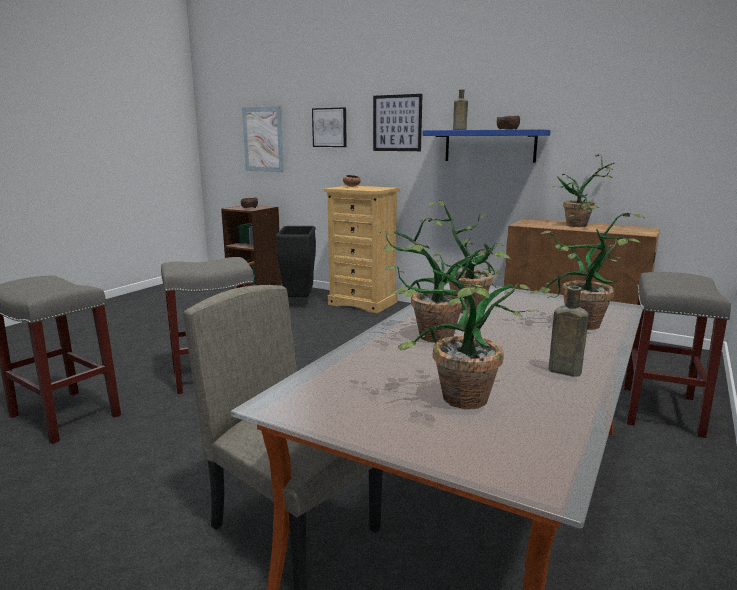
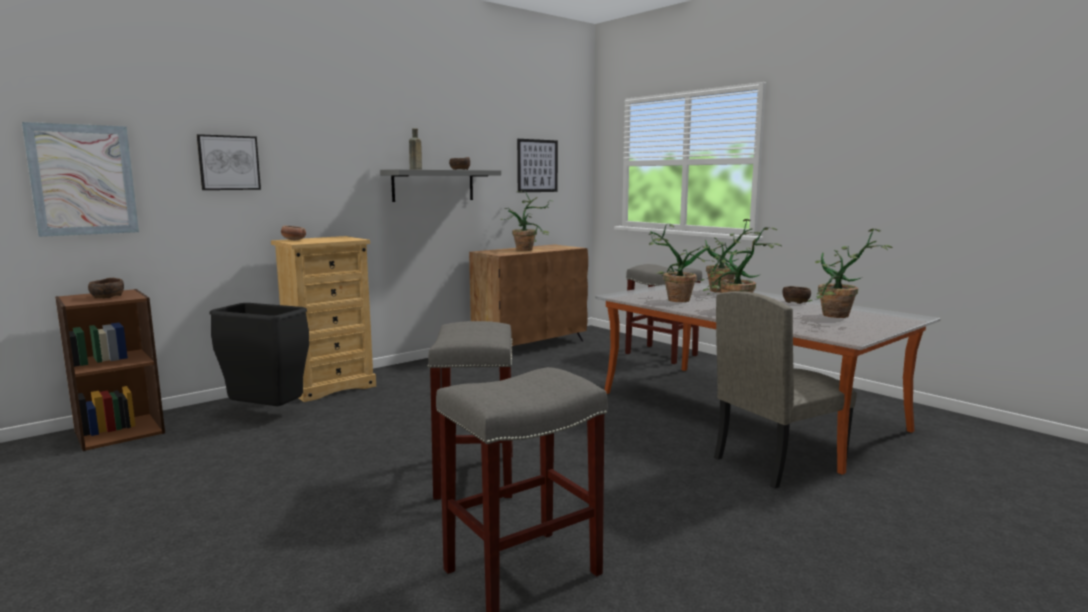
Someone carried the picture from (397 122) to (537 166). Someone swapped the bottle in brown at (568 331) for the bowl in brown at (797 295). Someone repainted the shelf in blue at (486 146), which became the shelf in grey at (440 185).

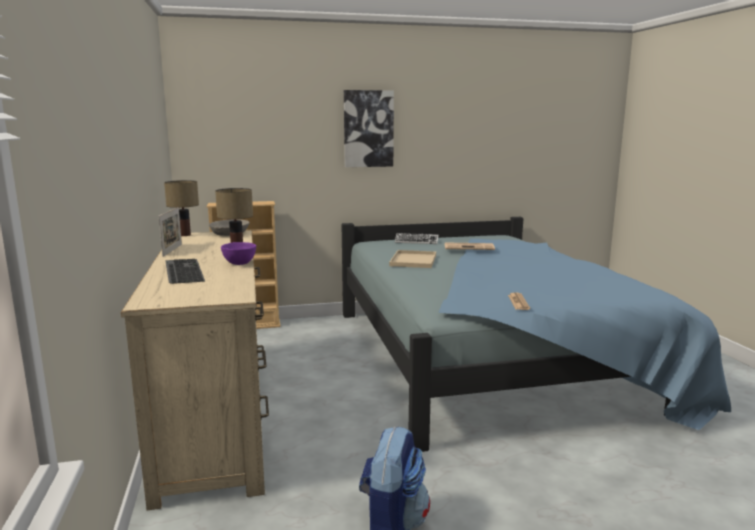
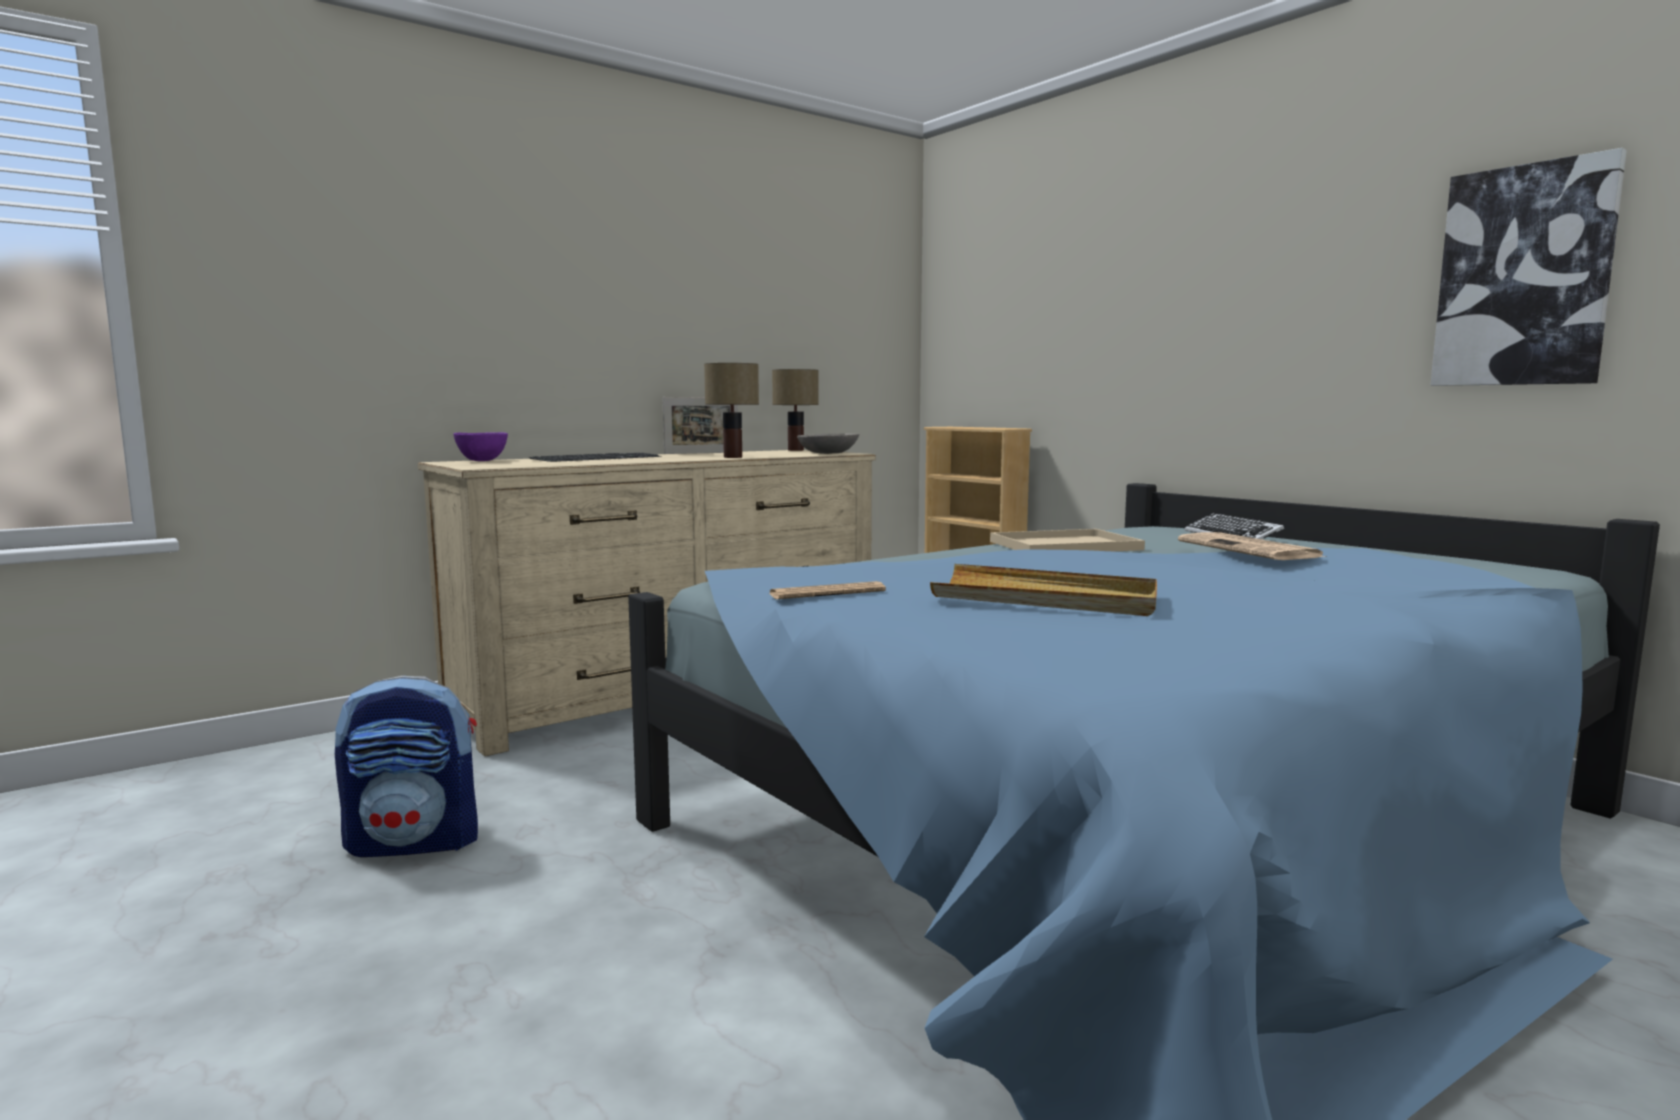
Someone put down the tray in beige at (1043 590). Someone carried the bowl in purple from (238 253) to (480 446). Someone carried the picture from (369 128) to (1528 267).

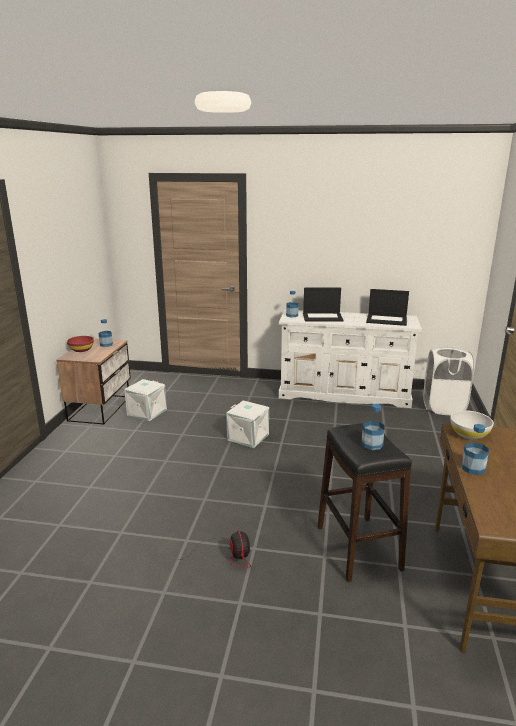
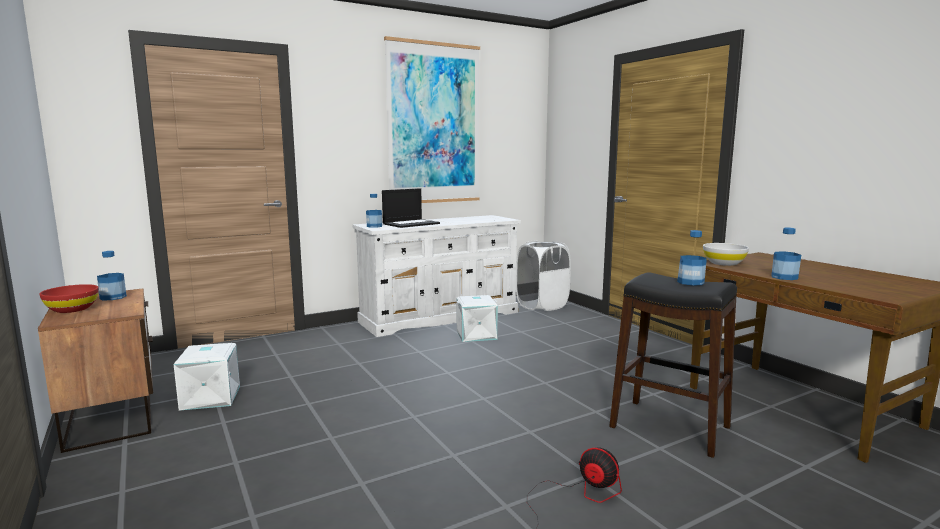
Someone took away the laptop at (387 307). Someone put up the picture at (432 119). Someone carried the storage box in white from (247 424) to (477 318).

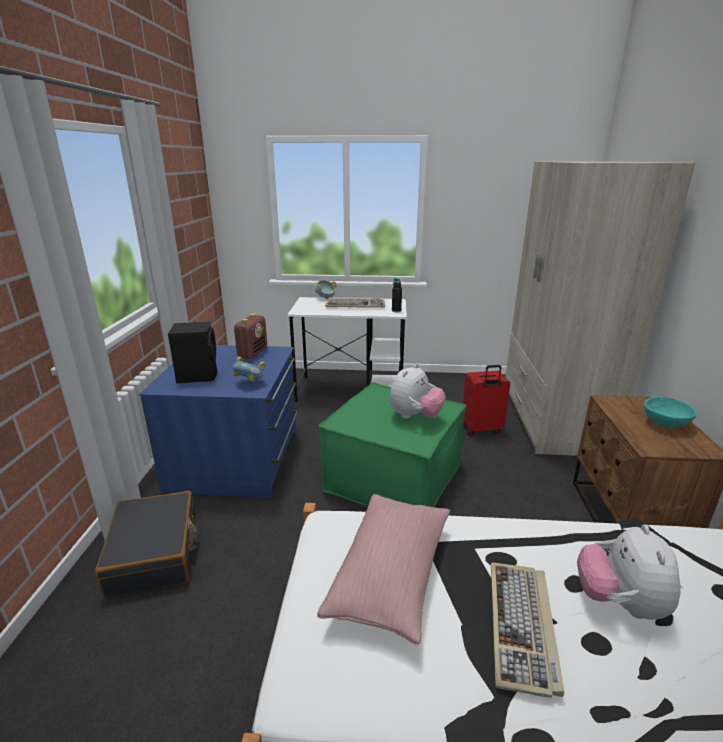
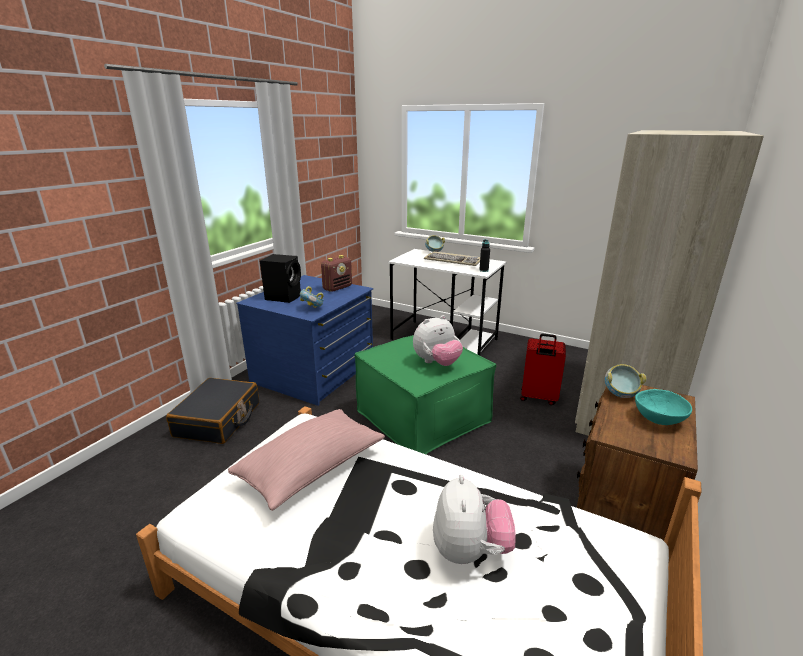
Someone took away the keyboard at (527 630). Someone put down the bowl at (625 381). Someone rotated the plush toy at (629 571) by 150 degrees clockwise.

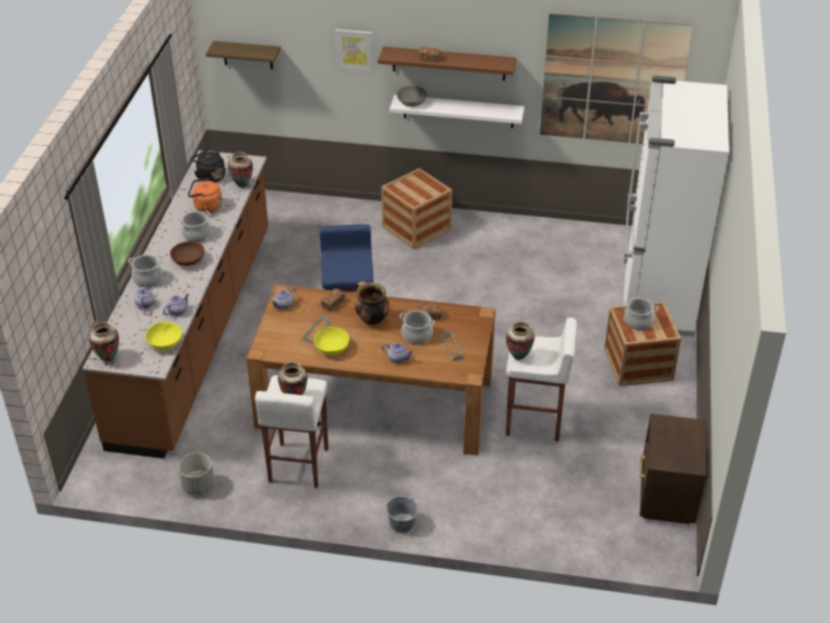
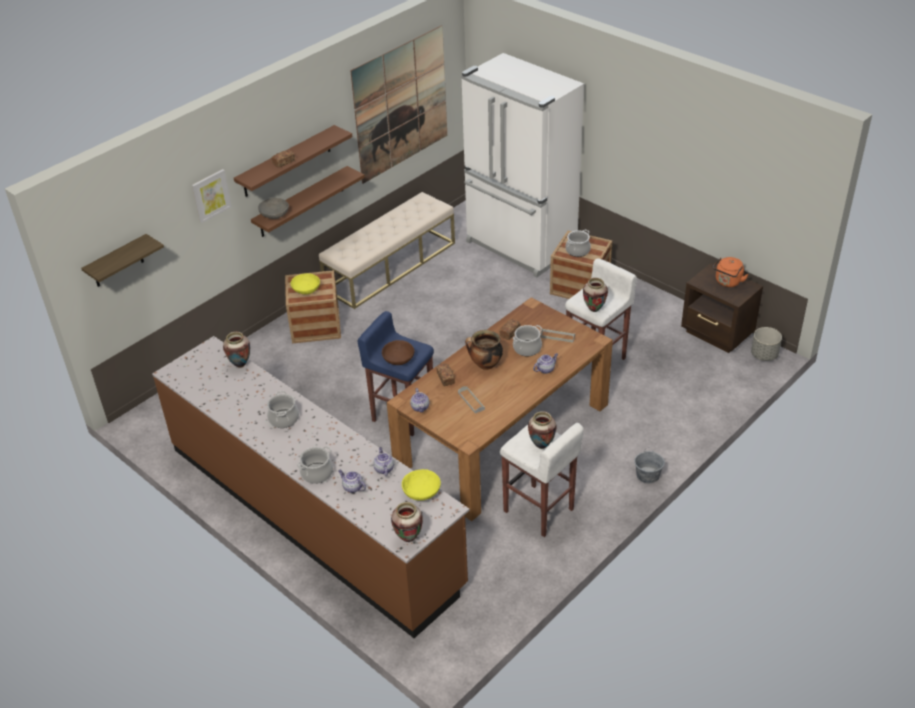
Someone took away the kettle in black at (207 165). Someone put down the bench in beige at (387 250). Someone carried the bowl in brown from (187 253) to (398 352). Someone carried the planter in grey from (196 474) to (766 344). Someone carried the kettle in orange from (205 195) to (731 272). Someone carried the bowl in yellow from (331 341) to (305 284). Someone repainted the shelf in white at (457 111), which became the shelf in brown at (308 201).

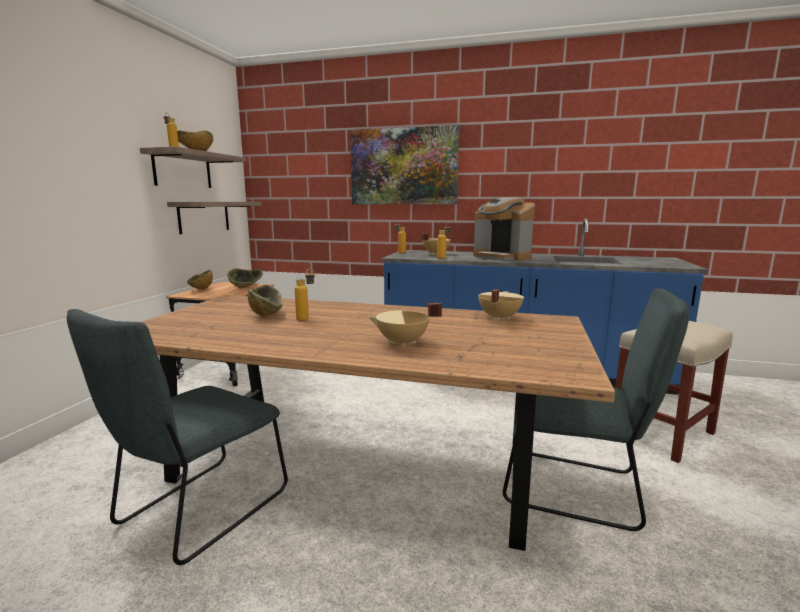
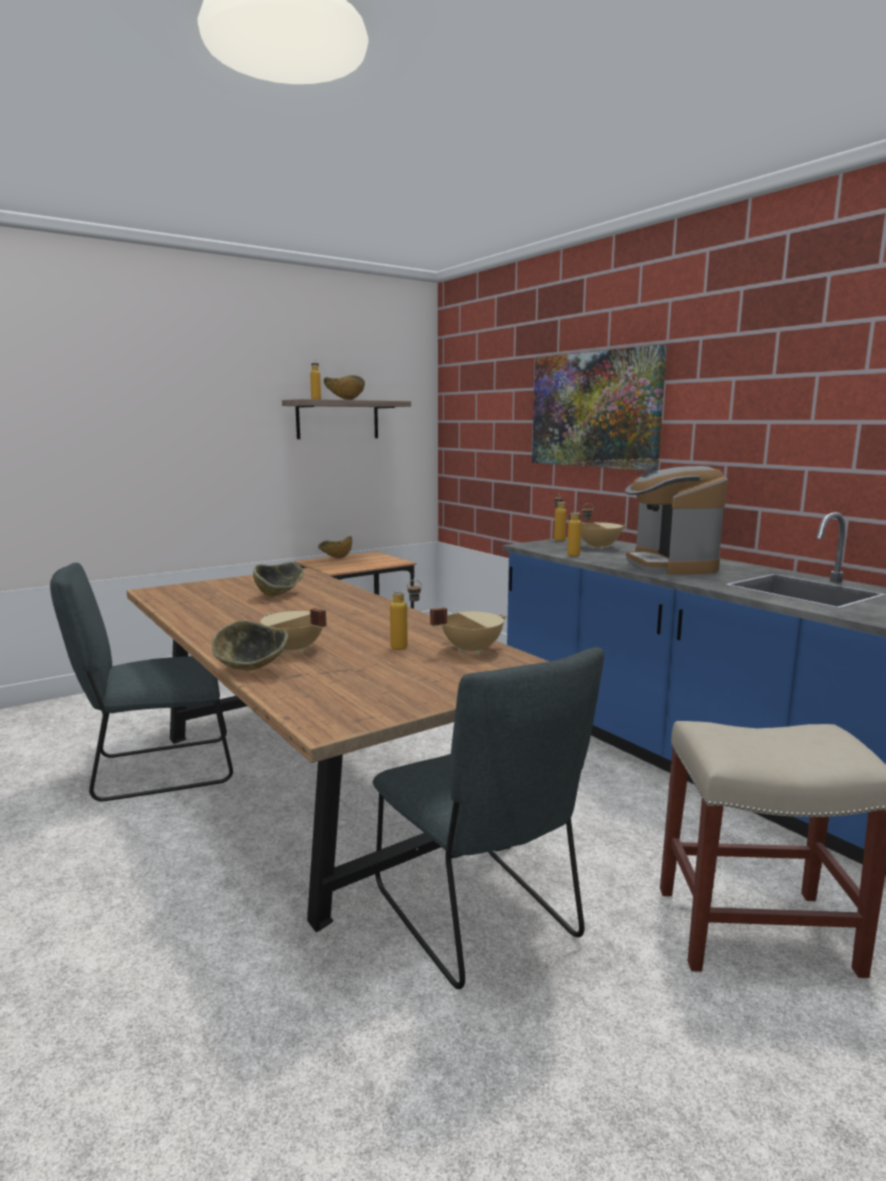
Someone took away the shelf at (214 218). Someone carried the bowl from (245 278) to (250 645). Someone carried the bottle from (305 295) to (406 615).

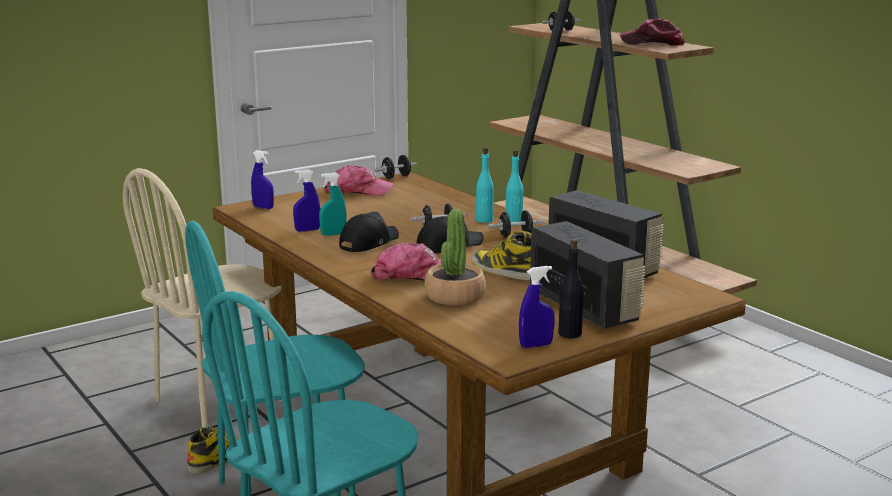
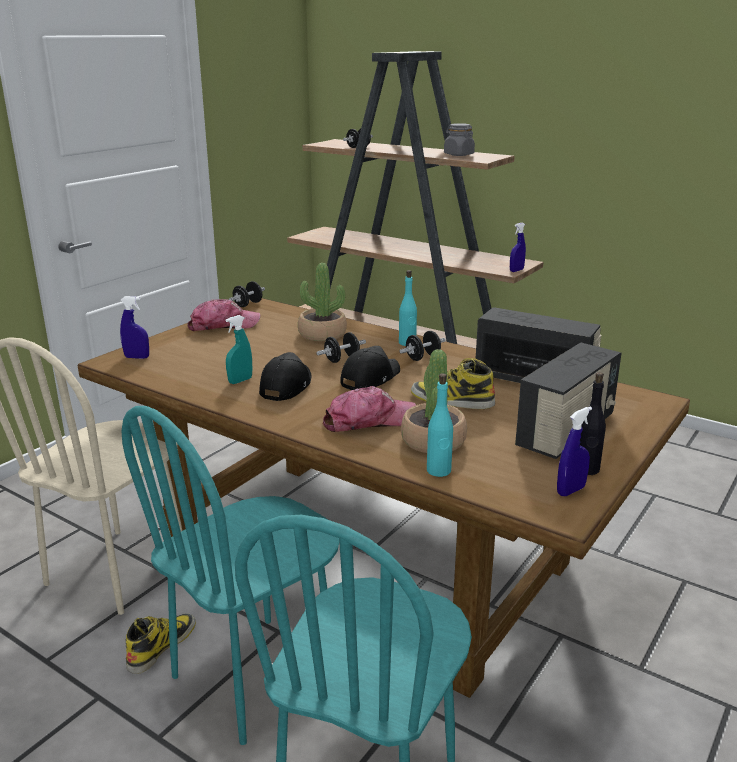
Someone put down the potted plant at (322 302). Someone carried the spray bottle in blue from (306 200) to (518 247). Someone carried the bottle in turquoise from (485 185) to (440 425). Someone swapped the cap at (652 32) for the jar in grey at (459 139). Someone rotated the radio at (588 275) by 90 degrees clockwise.

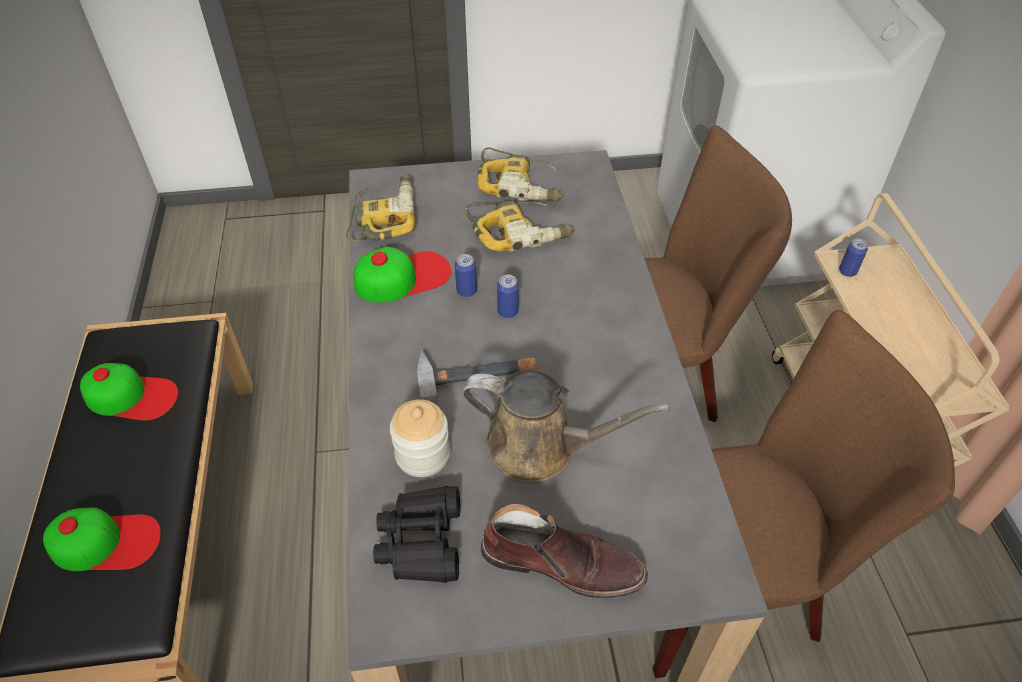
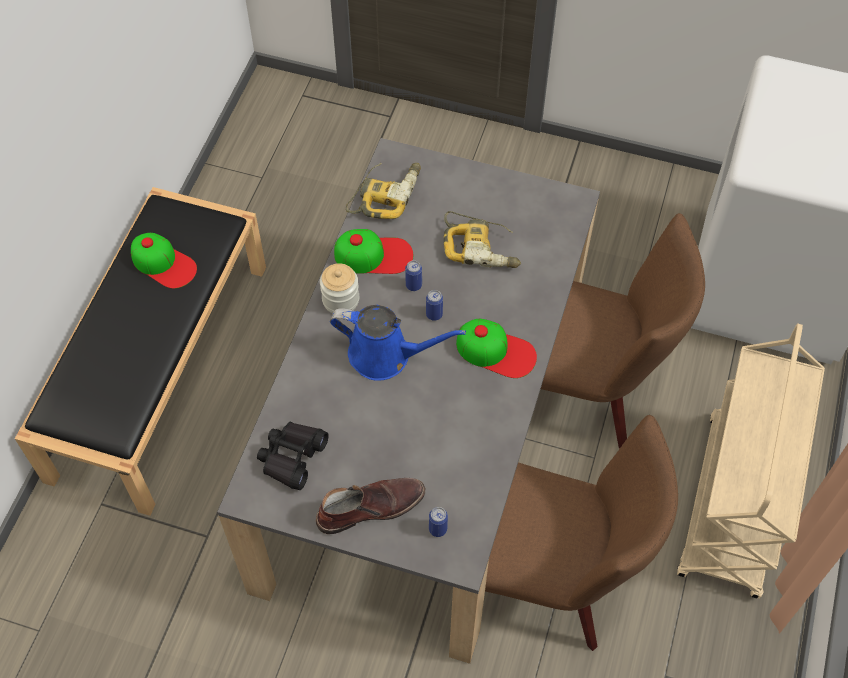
Someone took away the watering can in brown at (566 427). Someone took away the power drill at (520 174). Someone carried the cap from (102 539) to (496 348). Someone carried the jar from (420 438) to (339 288). Someone carried the can from (853 258) to (438 522). Someone swapped the hammer at (477 377) for the watering can in blue at (398 343). Someone rotated the boot in brown at (564 551) by 60 degrees counterclockwise.

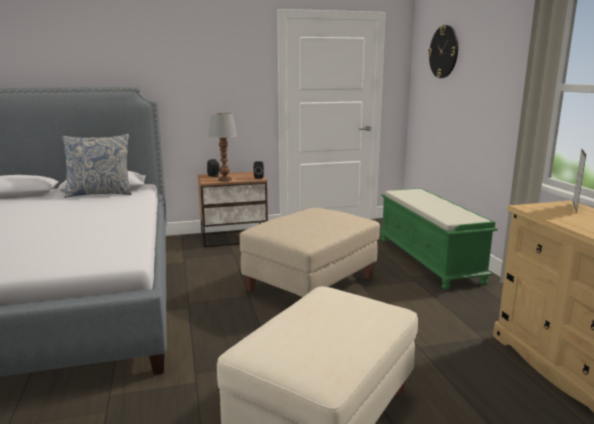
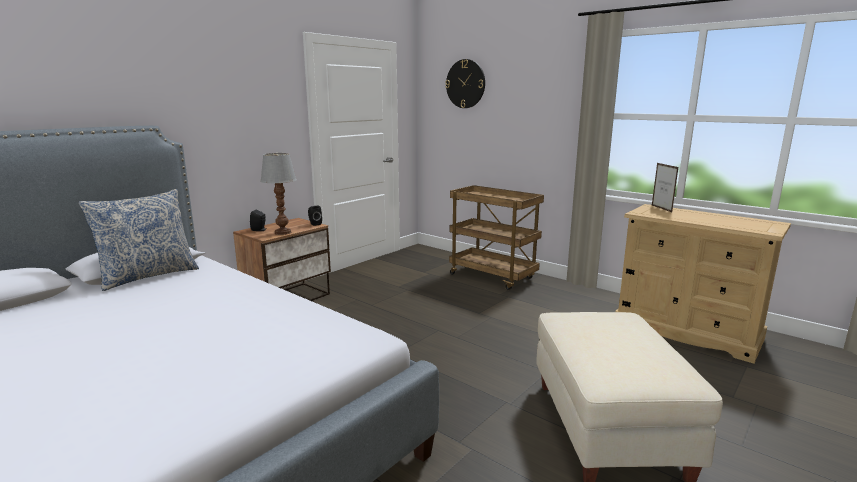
Someone took away the ottoman in beige at (310 253). Someone swapped the bench in green at (439 239) for the cart in brown at (496 237).

